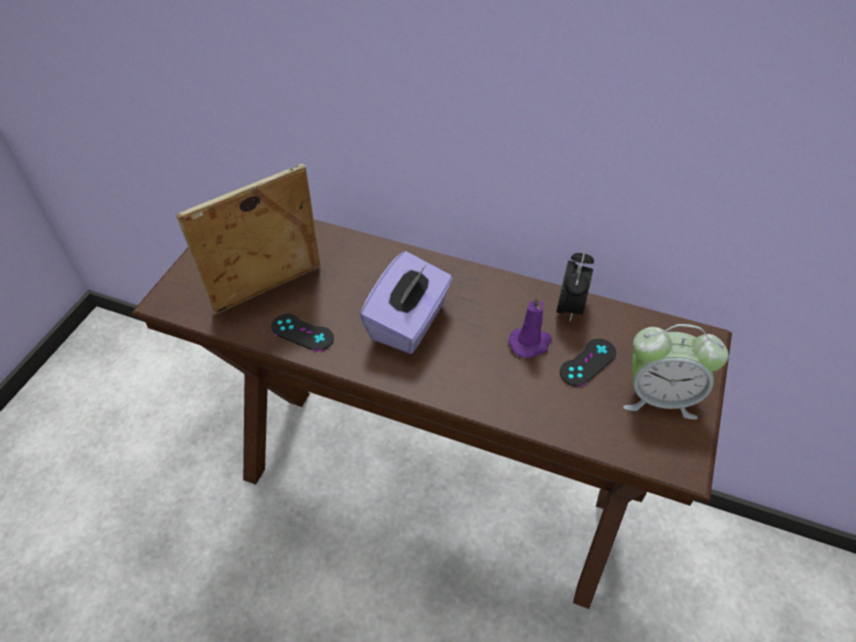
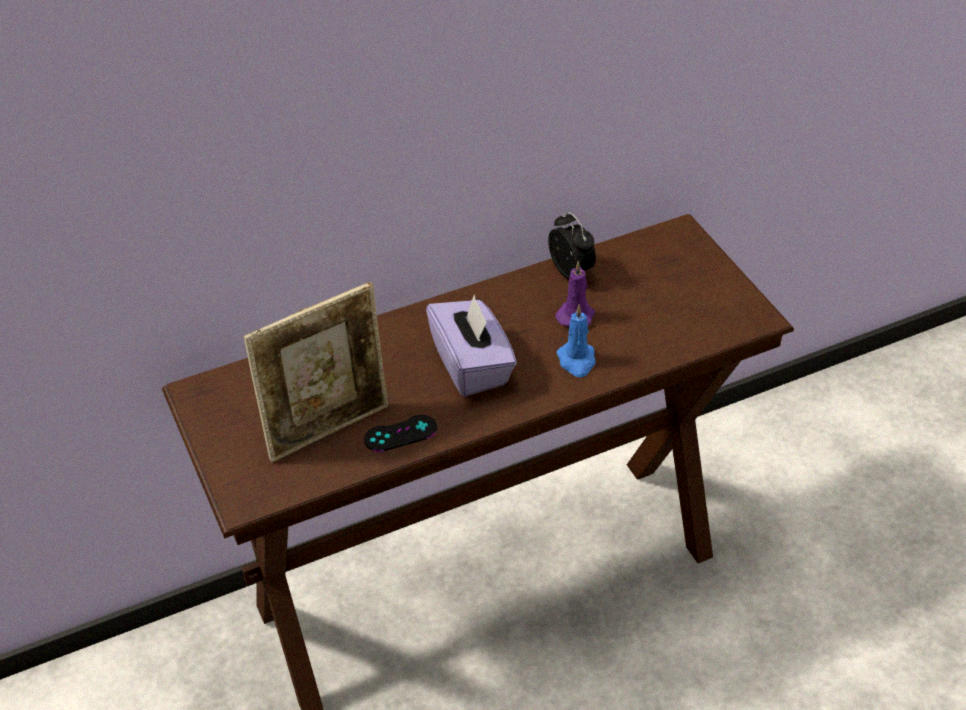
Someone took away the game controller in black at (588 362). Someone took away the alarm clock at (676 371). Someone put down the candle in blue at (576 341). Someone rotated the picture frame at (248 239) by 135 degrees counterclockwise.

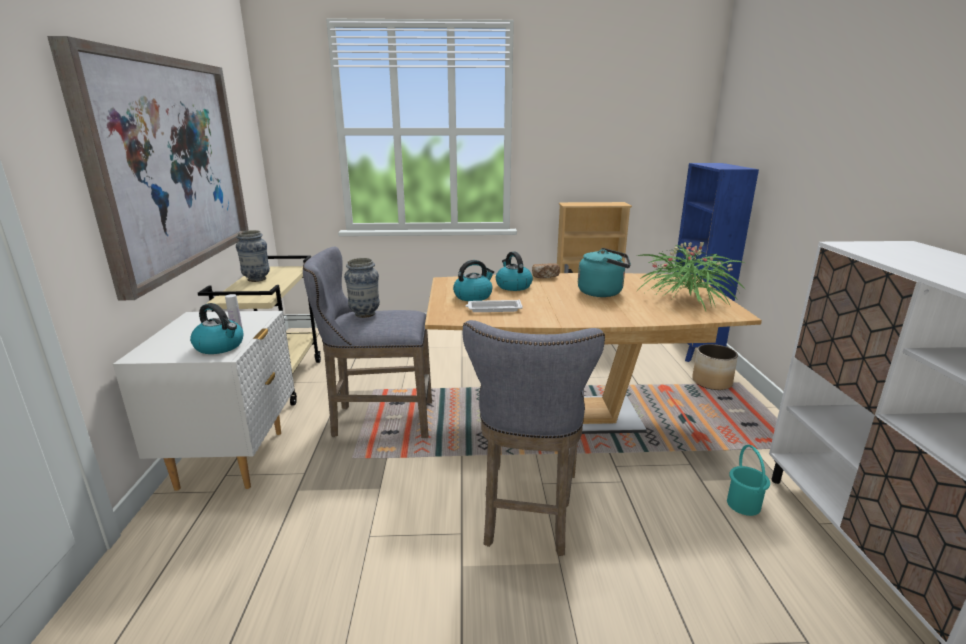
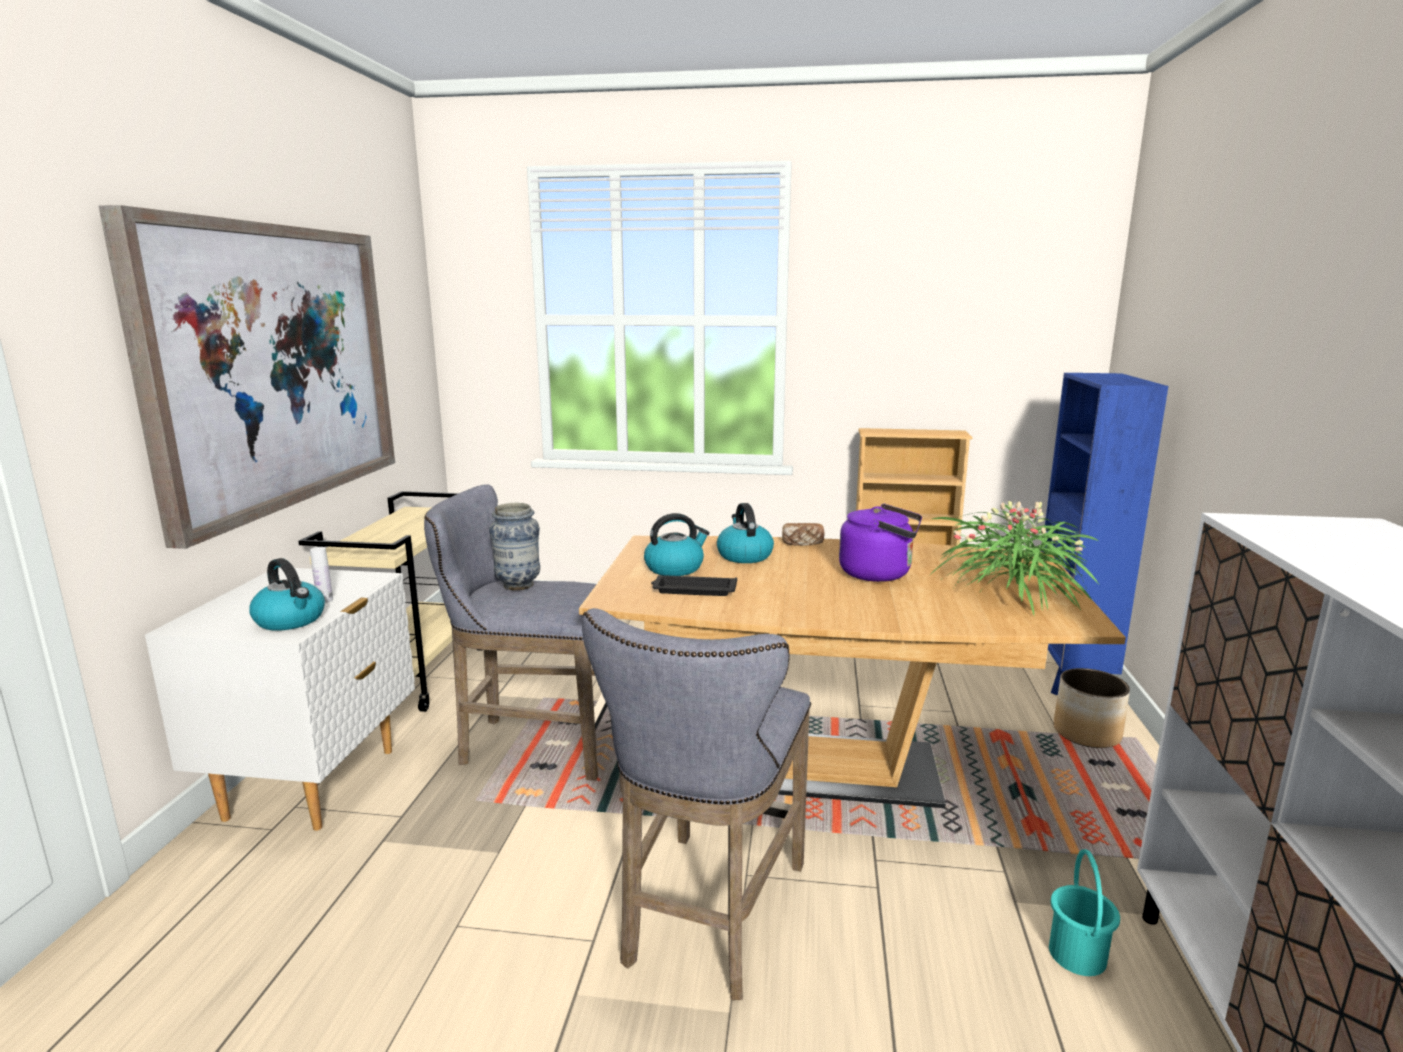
Someone took away the vase at (253 256). Someone repainted the tray in white at (494 306), which became the tray in black at (694 585). Someone repainted the kettle in turquoise at (604 272), which became the kettle in purple at (880 542).

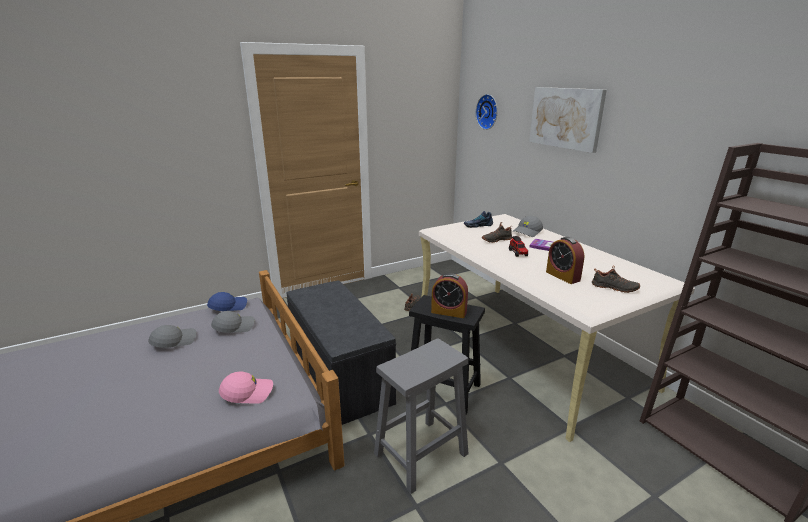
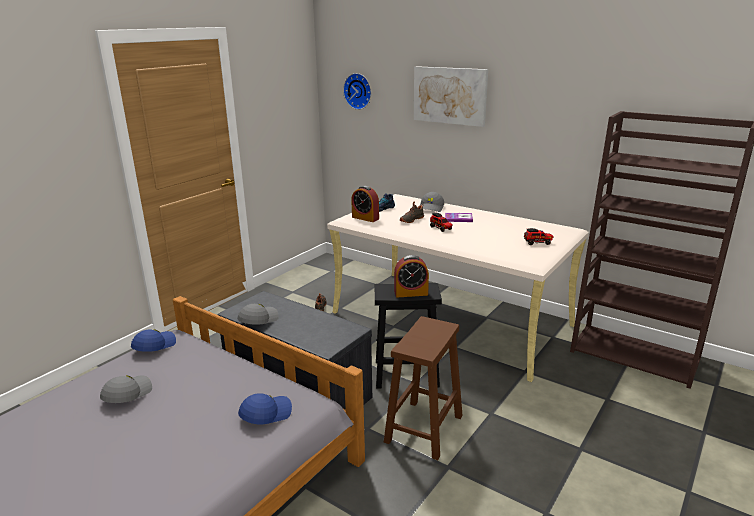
Someone carried the cap in grey from (233 322) to (258 314). Someone carried the alarm clock from (565 260) to (365 204). Someone swapped the shoe in black at (616 279) for the toy truck at (539 236). Someone repainted the cap in pink at (246 387), which became the cap in blue at (265 408). Someone repainted the stool in grey at (421 416), which became the stool in brown at (423 388).

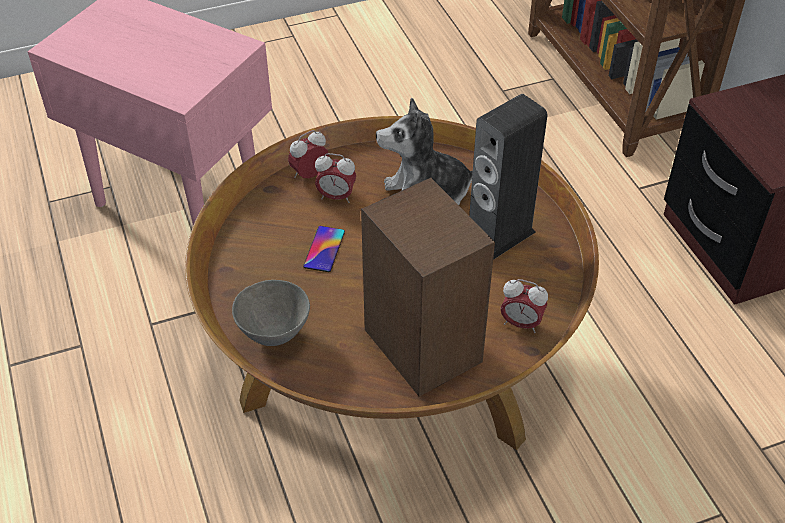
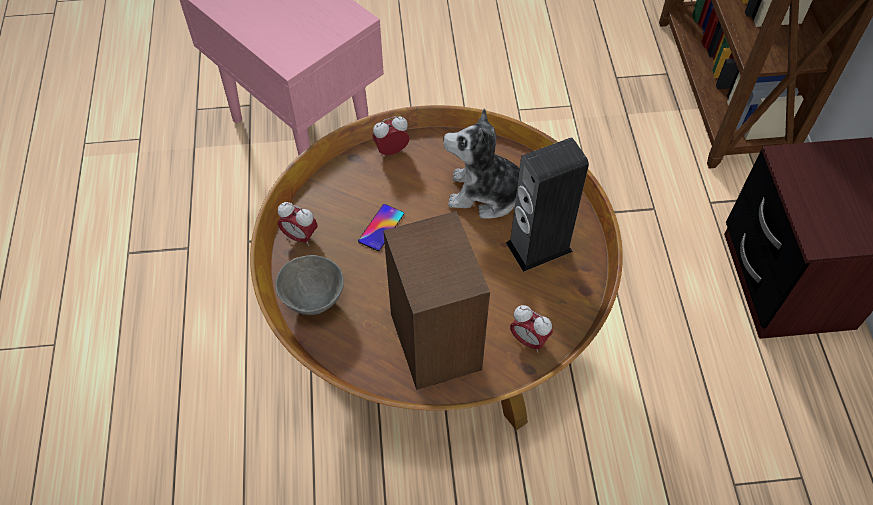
Someone carried the alarm clock from (335 178) to (298 224).

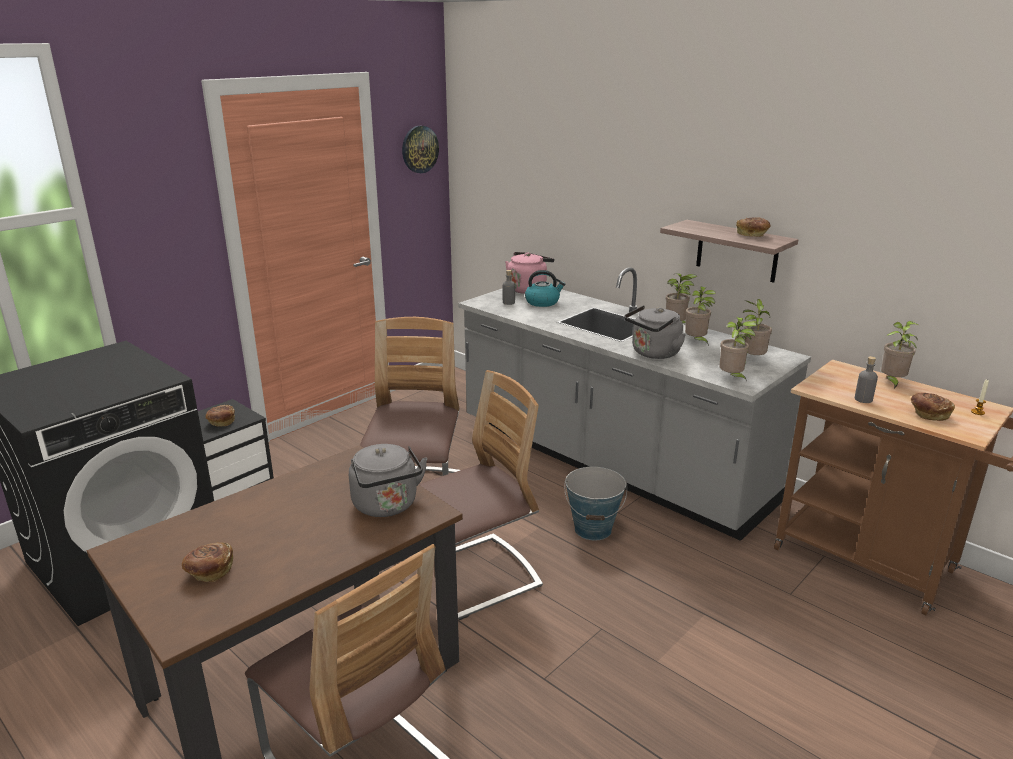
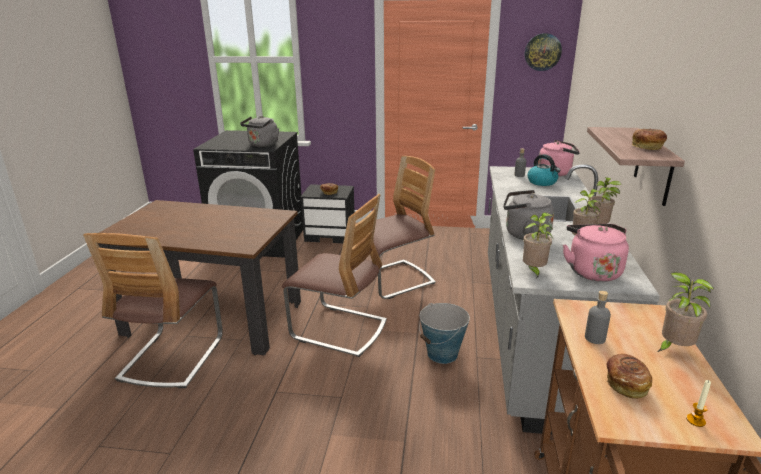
Someone took away the bread at (207 562). Someone carried the kettle in grey from (388 480) to (259 131). Someone swapped the potted plant at (757 327) for the kettle in pink at (596 253).

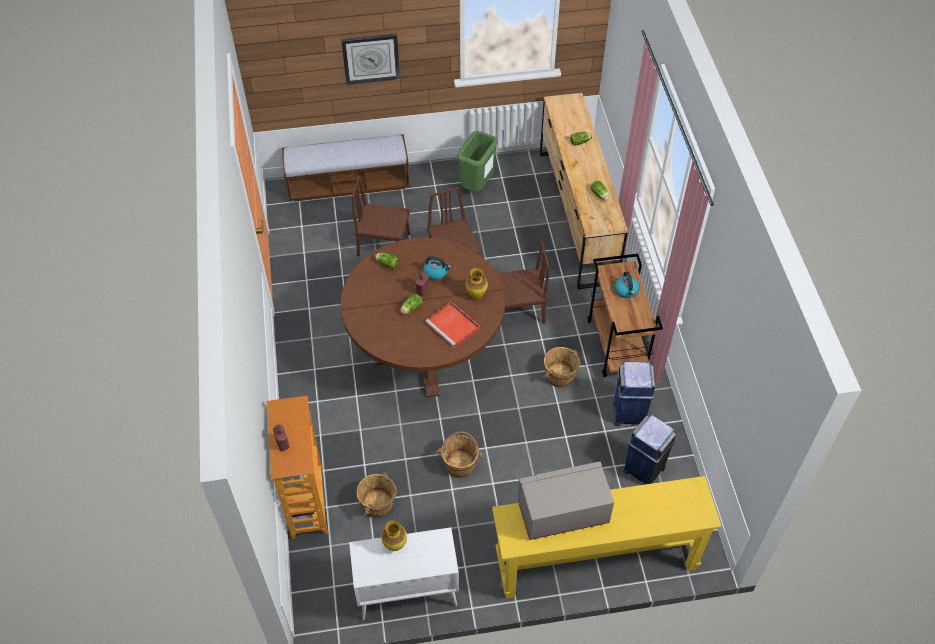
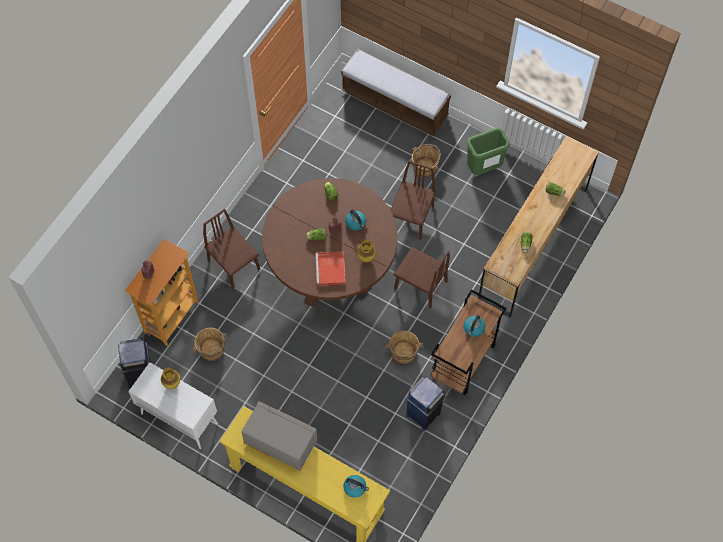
Someone took away the wall clock at (370 59). Someone put down the kettle at (356 486). Someone carried the chair in brown from (381 216) to (231 249). Someone carried the bucket in brown from (460 454) to (426 160). Someone carried the trash can in blue from (649 450) to (135 363).

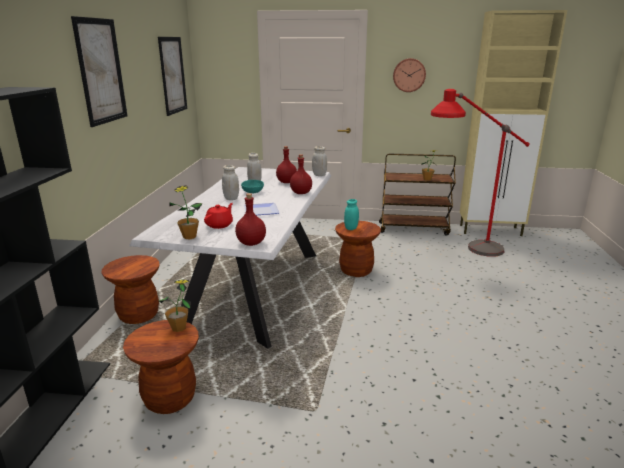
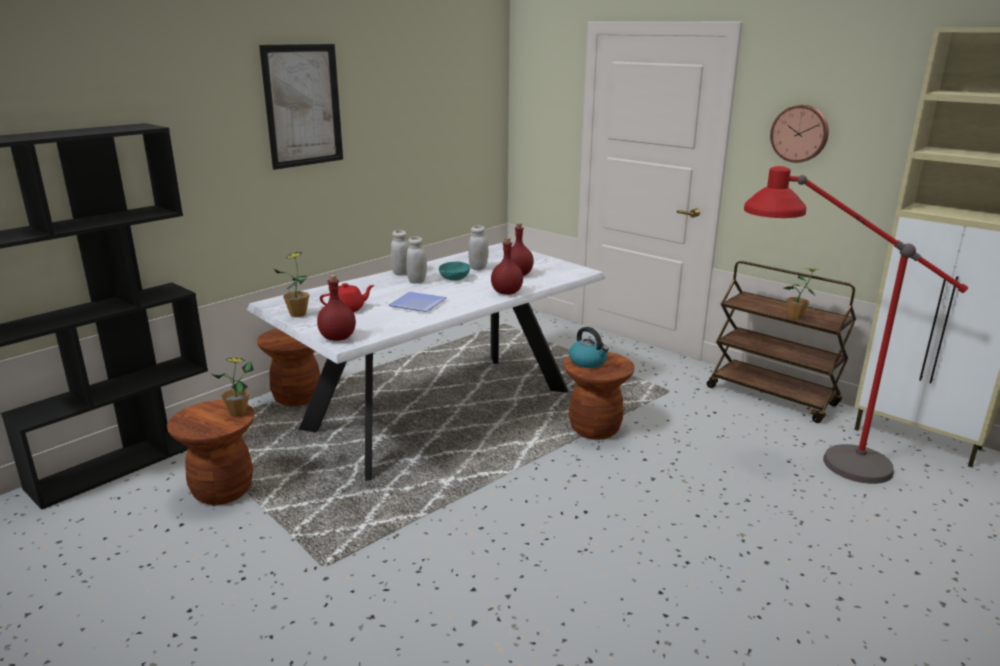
Someone took away the picture at (172 76). Someone carried the jar in white from (319 161) to (400 253). Someone swapped the jar in turquoise at (351 214) for the kettle at (589 347).

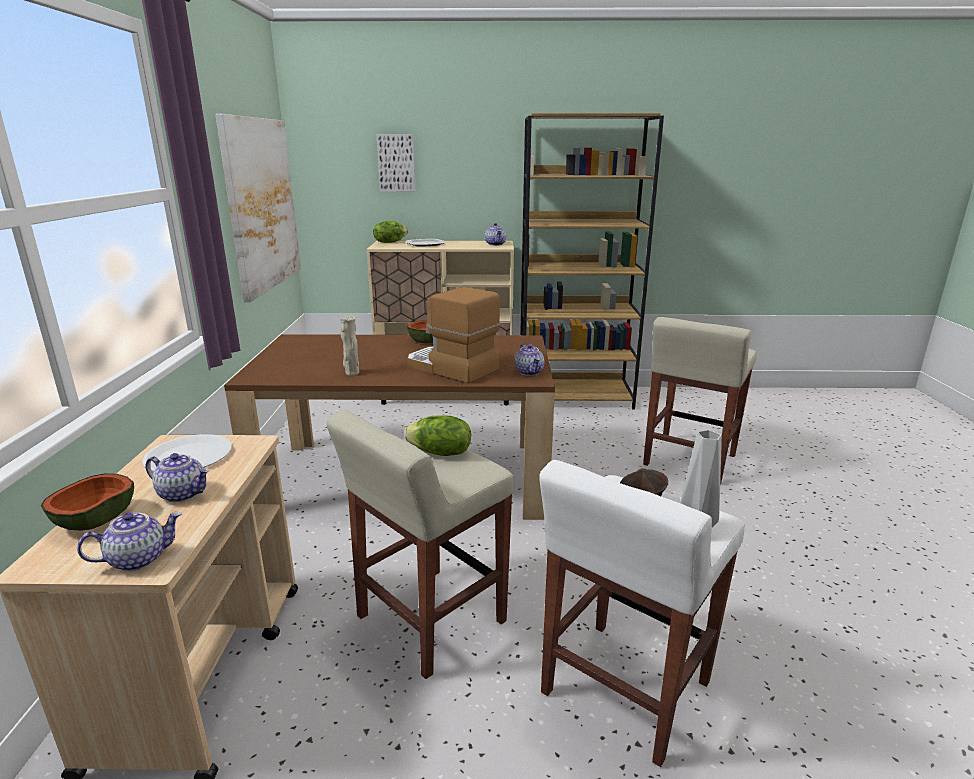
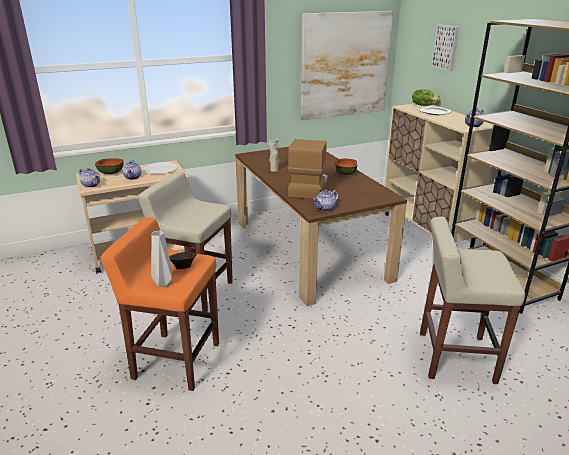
Someone took away the lettuce at (437 435). Someone repainted the stool in white at (642 613), which became the stool in orange at (159 304).

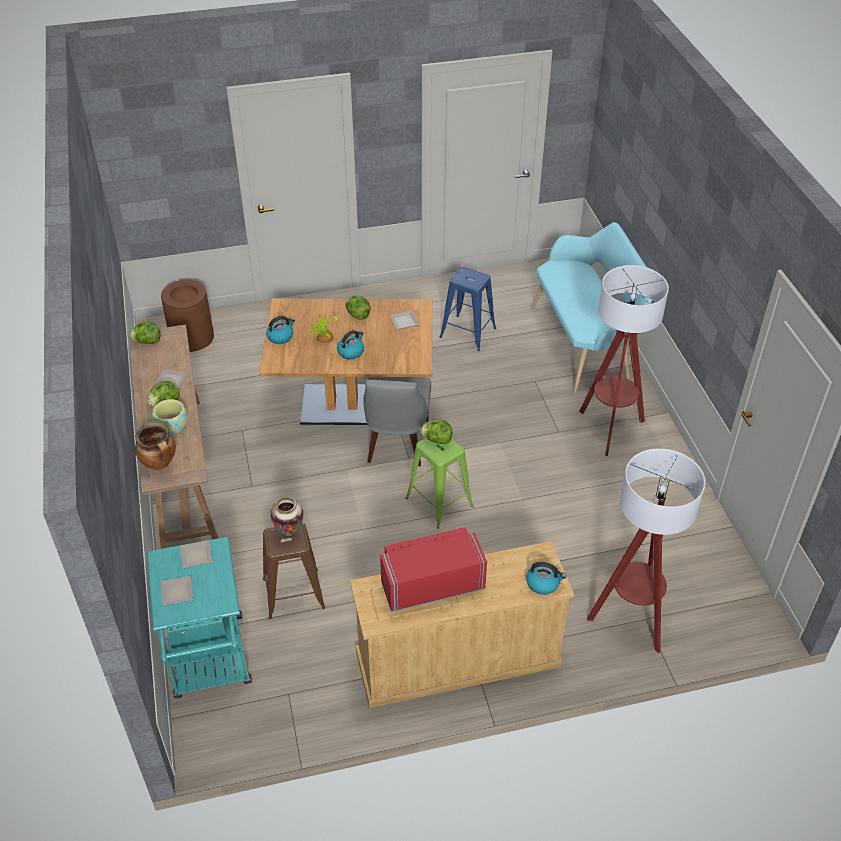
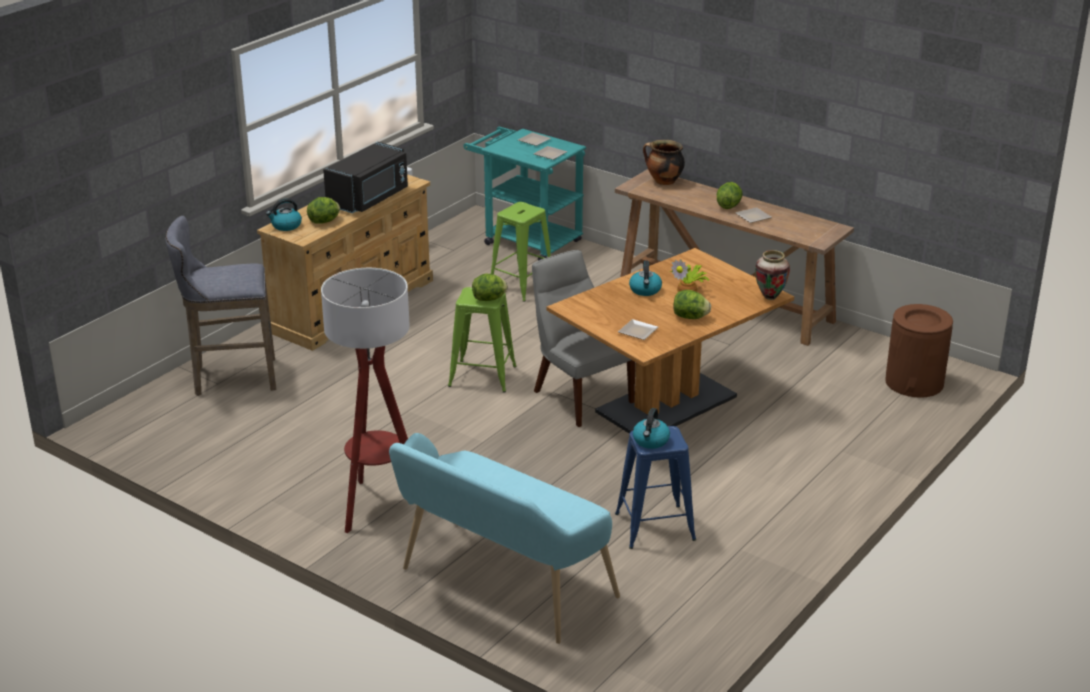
Someone took away the bowl at (170 417). Someone carried the lettuce from (144 333) to (323 210). Someone carried the kettle from (280 330) to (651 428). Someone carried the vase from (286 516) to (772 275). Someone swapped the floor lamp at (646 550) for the stool in grey at (220 306). Someone repainted the stool in brown at (294 571), which became the stool in green at (521 252). Someone repainted the microwave in red at (433 569), which became the microwave in black at (365 177).

